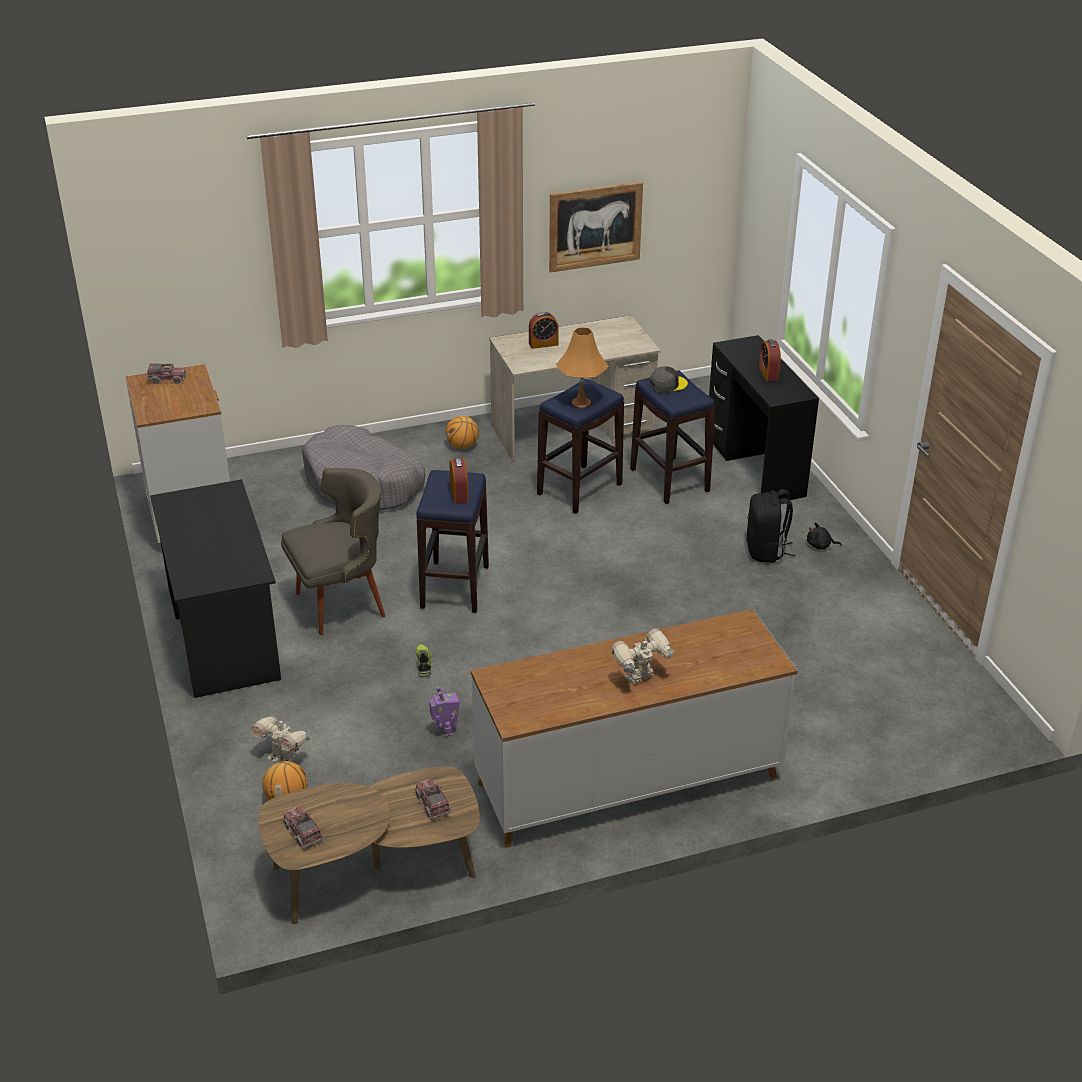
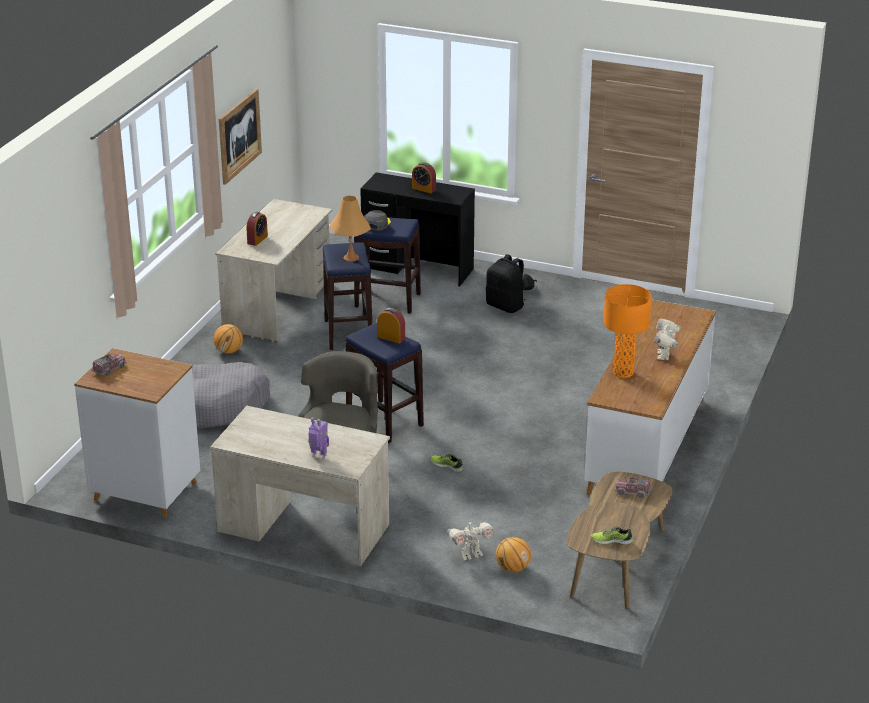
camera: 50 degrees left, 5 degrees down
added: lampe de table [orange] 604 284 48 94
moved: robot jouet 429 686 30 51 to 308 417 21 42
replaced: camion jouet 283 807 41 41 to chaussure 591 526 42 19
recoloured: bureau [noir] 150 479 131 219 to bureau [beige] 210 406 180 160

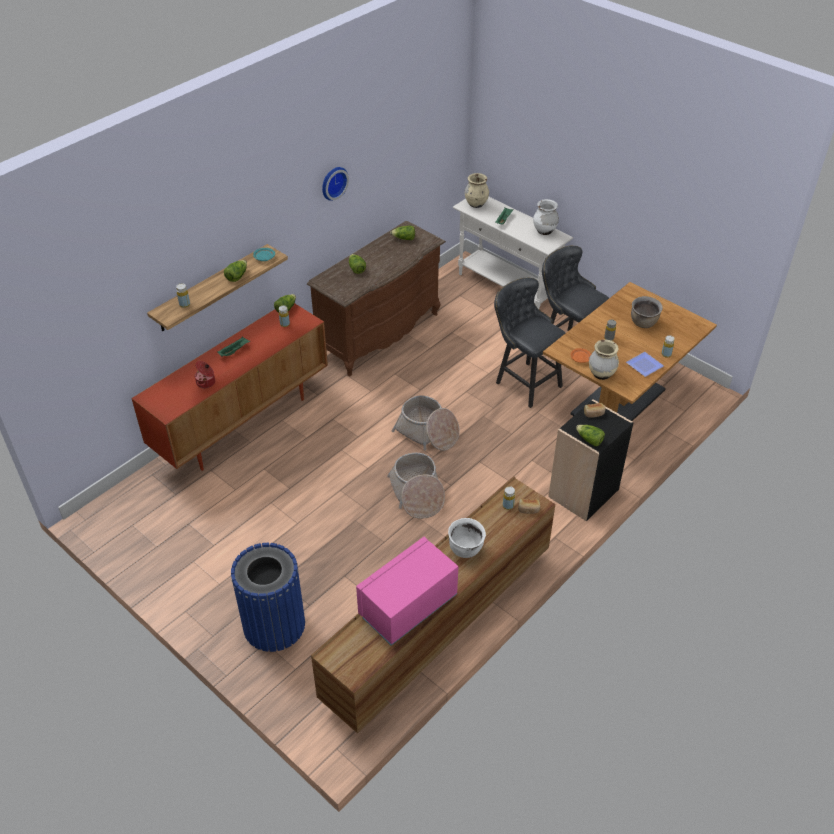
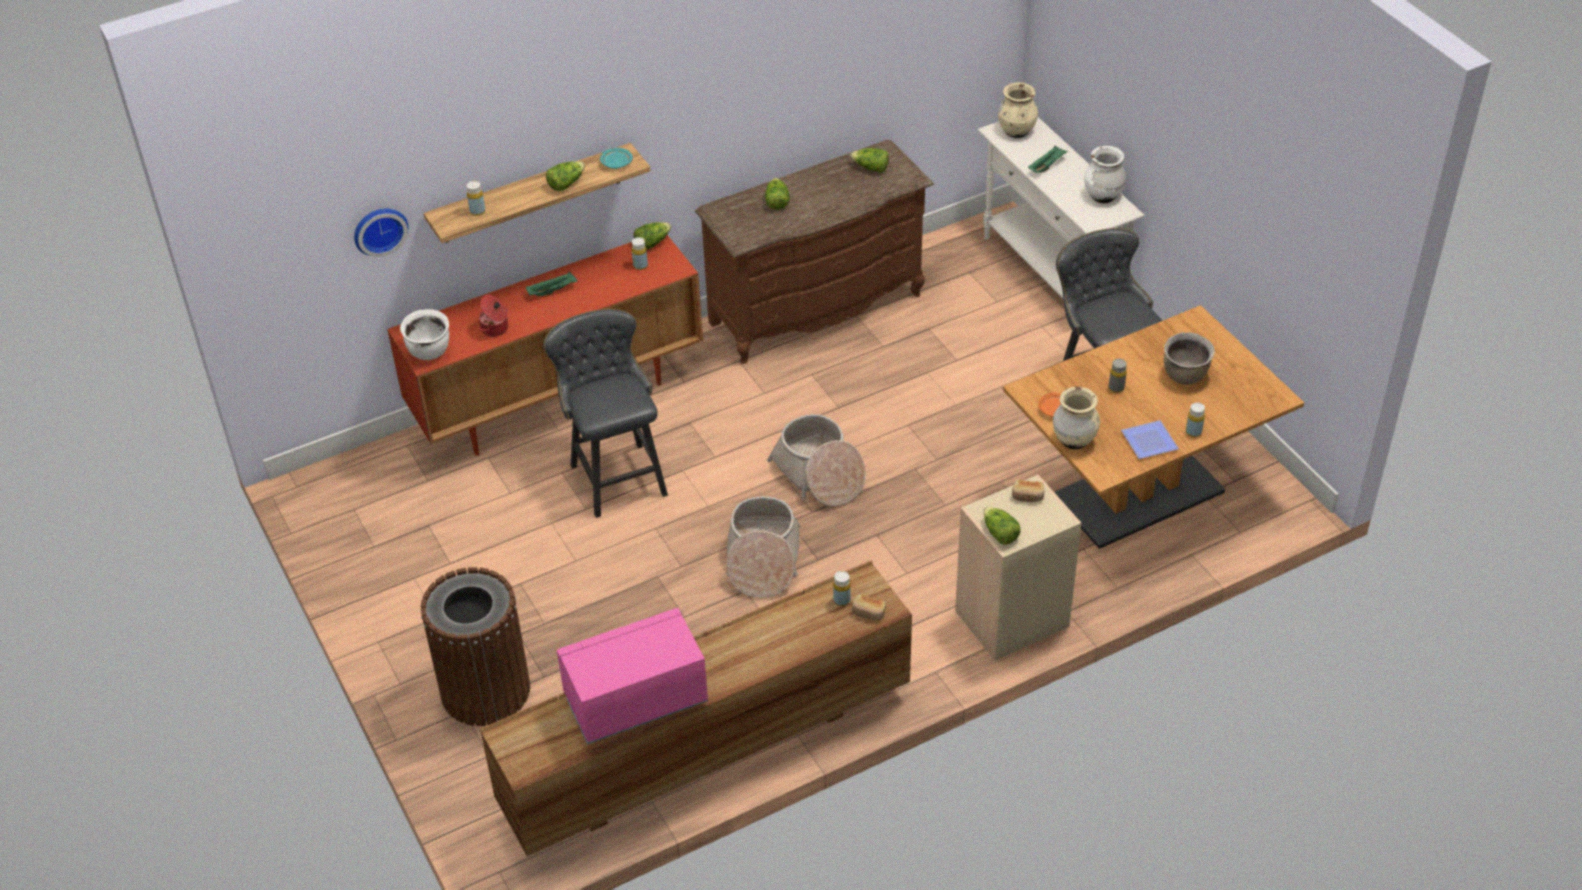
camera: 20 degrees right, 0 degrees up
moved: horloge murale 322 167 27 34 to 354 209 54 48; marmite [blanc] 448 518 38 40 to 400 309 49 51; tabouret [gris] 494 278 71 130 to 543 309 125 209
recoloured: poubelle [bleu] 231 543 74 109 to poubelle [marron] 421 567 109 159; bibliothèque [noir] 548 399 86 122 to bibliothèque [beige] 955 475 126 186

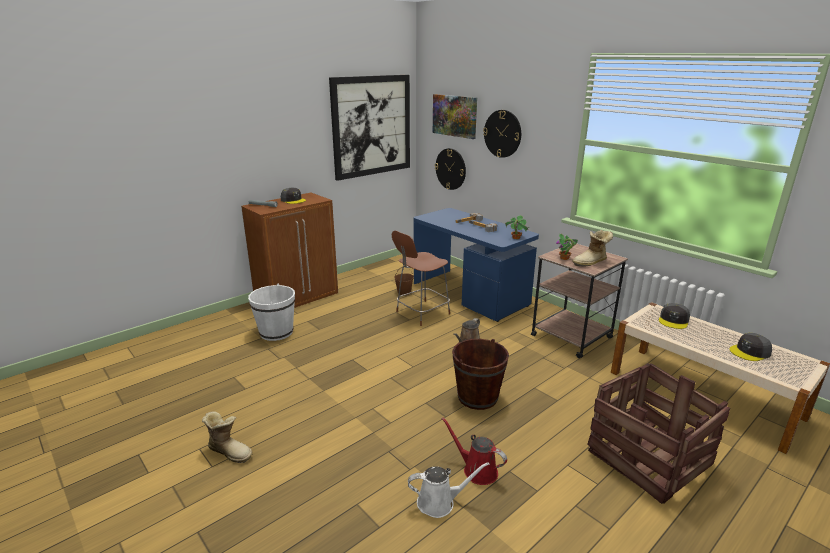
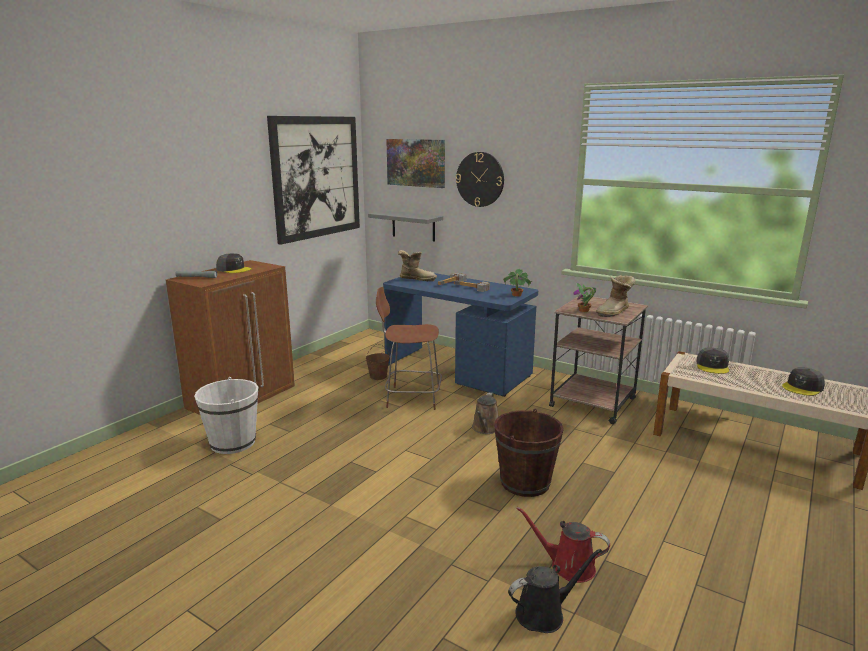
camera: 15 degrees left, 5 degrees down
removed: caisse 588 363 142 141
moved: botte 202 411 51 52 to 398 250 39 31
replaced: horloge murale 435 148 31 42 to étagère [gris] 368 210 75 32
recoloured: arrosoir [blanc] 408 462 81 56 to arrosoir [noir] 508 549 94 84
turned: chaise [marron] 392 231 58 95 = 376 287 66 123 60 degrees clockwise

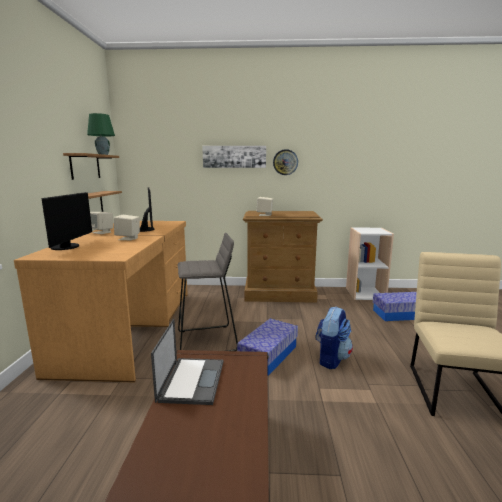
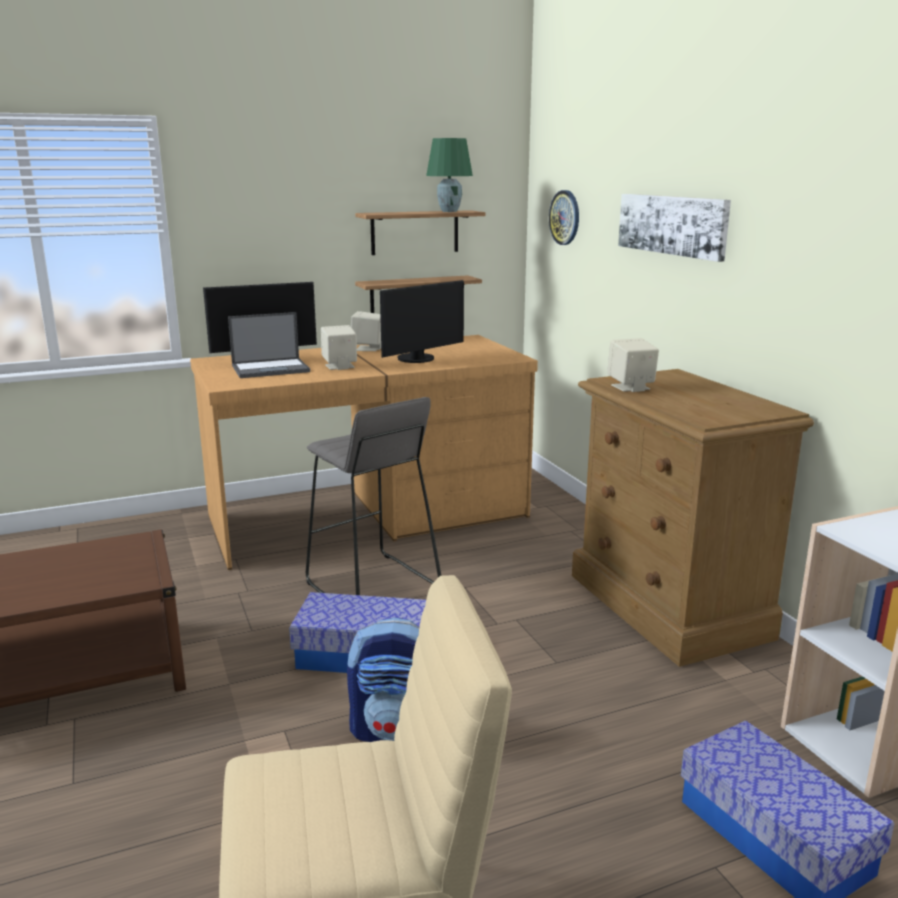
camera: 65 degrees right, 5 degrees up
moved: ordinateur portable 151 319 72 86 to 228 312 82 66; horloge murale 273 149 25 26 to 549 190 30 55

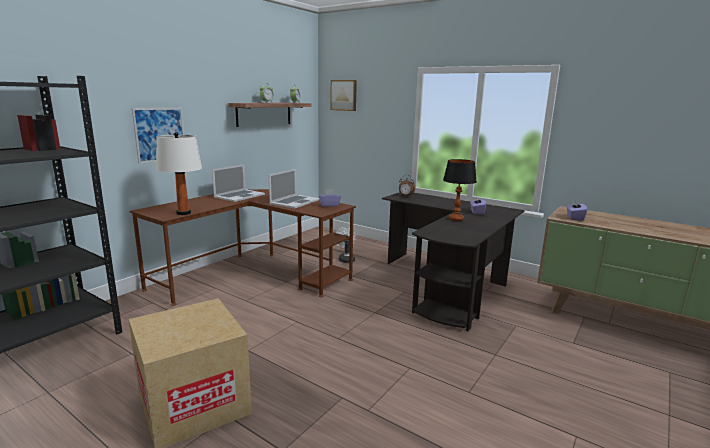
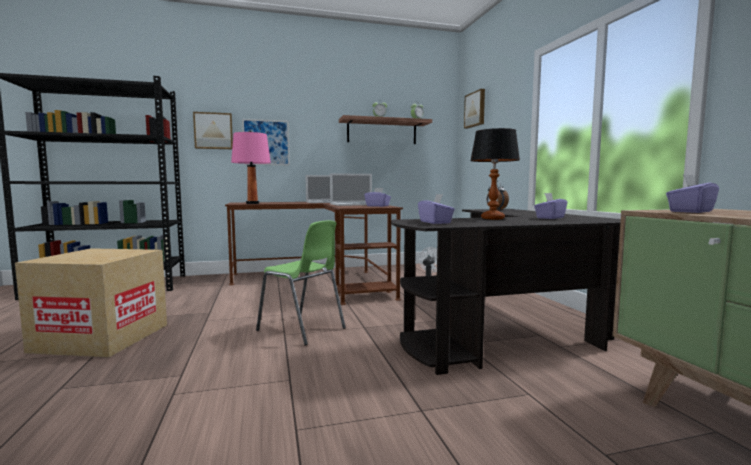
camera: 40 degrees right, 10 degrees down
added: tableau 193 112 40 37; chaise [vert] 256 220 90 125; boîte à mouchoirs [violet] 418 194 37 30
recoloured: lampe de table [blanc] 156 132 46 83 to lampe de table [rose] 231 130 40 74

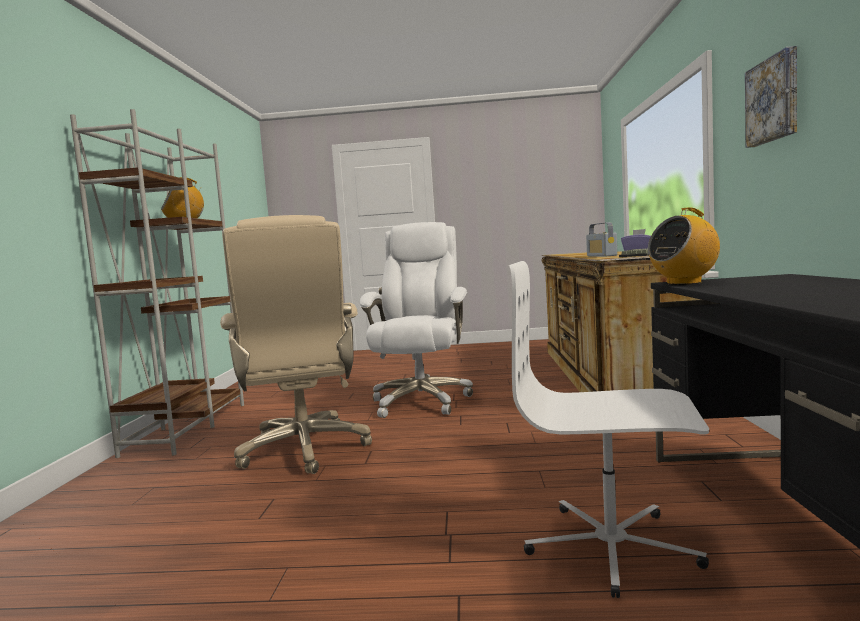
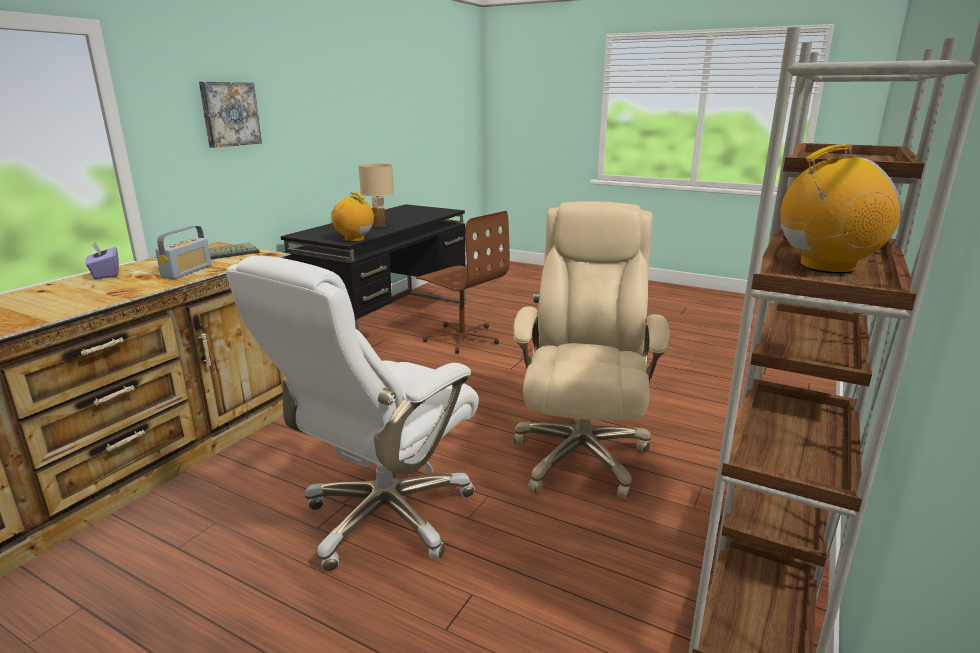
camera: 155 degrees left, 15 degrees up
added: lampe de table [beige] 359 163 35 64
recoloured: chaise de bureau [blanc] 509 261 200 337 to chaise de bureau [marron] 416 211 94 143
turned: radio 648 207 72 78 = 331 192 45 50 150 degrees counterclockwise

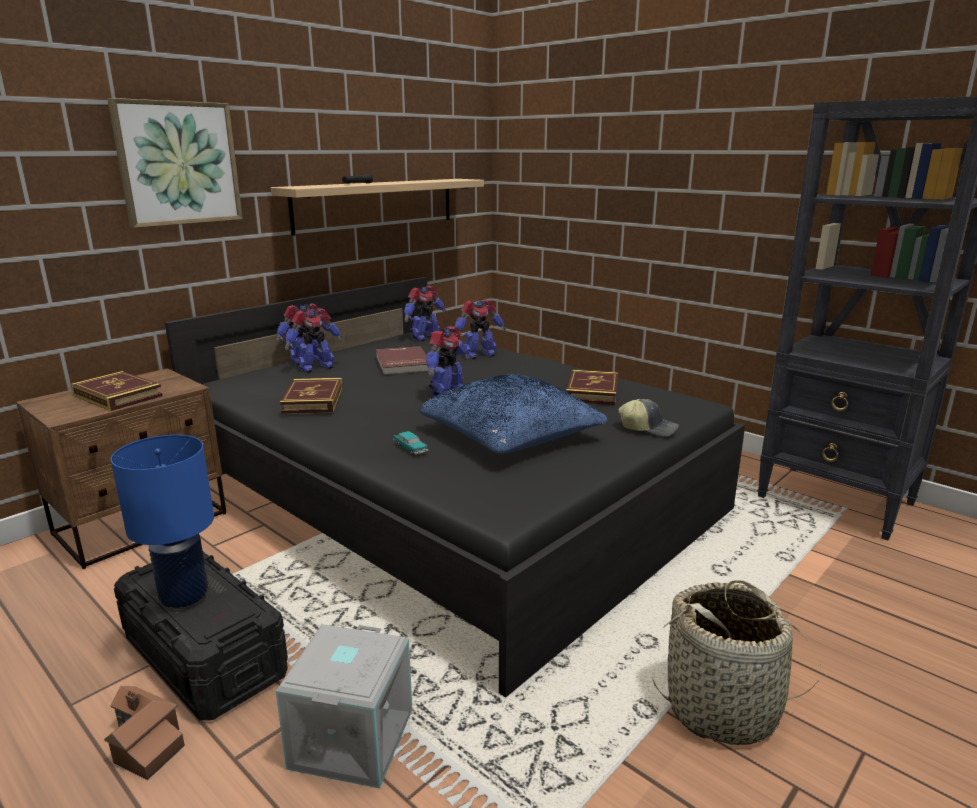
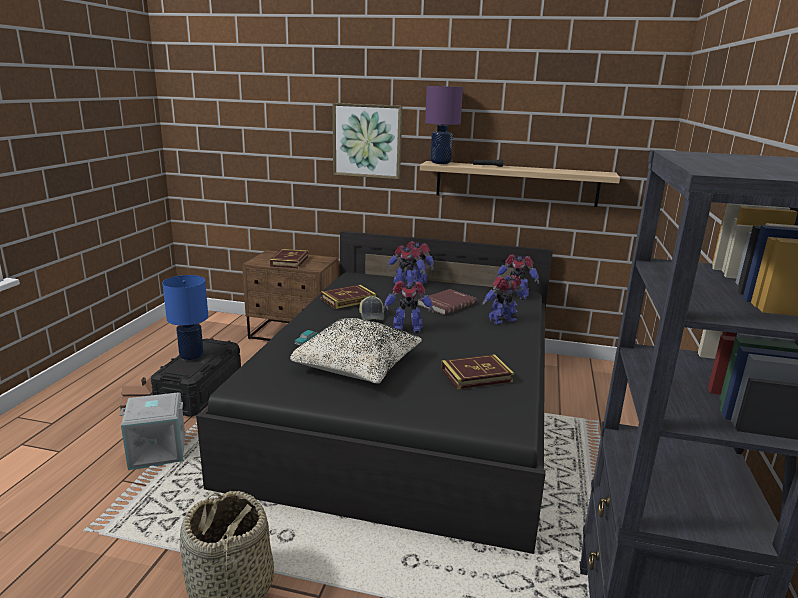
camera: 60 degrees right, 0 degrees up
added: lampe de table [violet] 425 85 38 79
moved: casquette 619 399 60 38 to 359 296 25 24
recoloured: coussin [bleu] 419 374 189 80 to coussin [beige] 290 318 132 66
turned: robot jouet 455 299 51 60 = 482 275 43 49 120 degrees clockwise

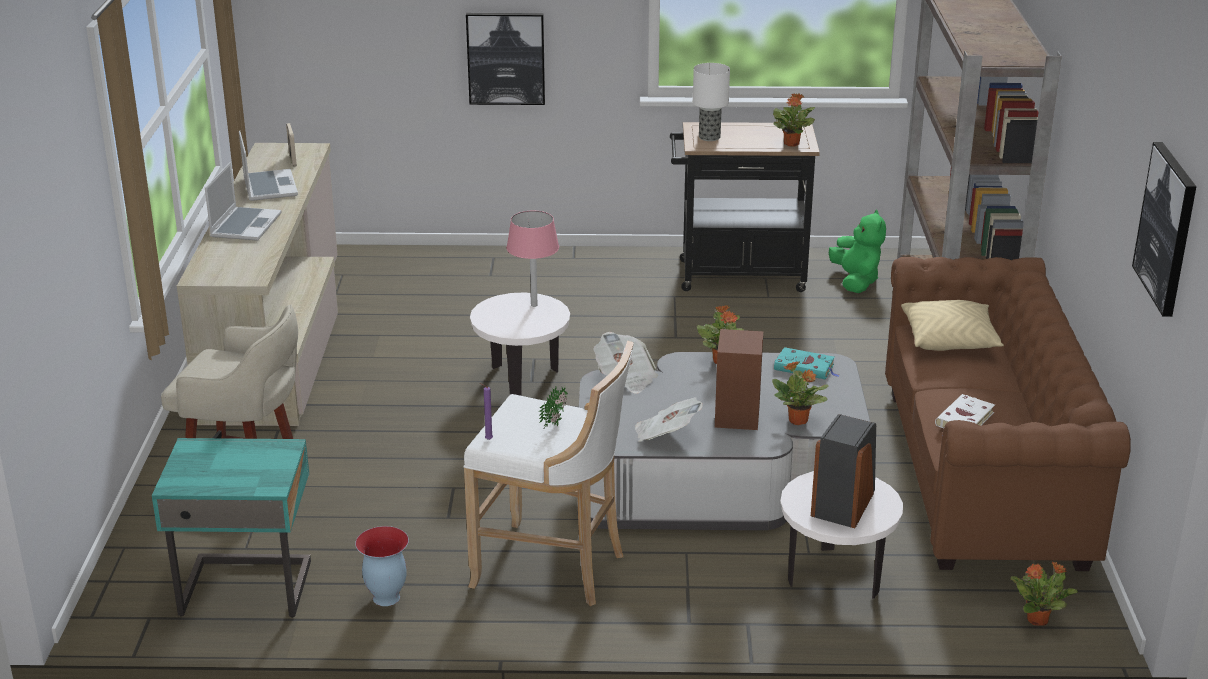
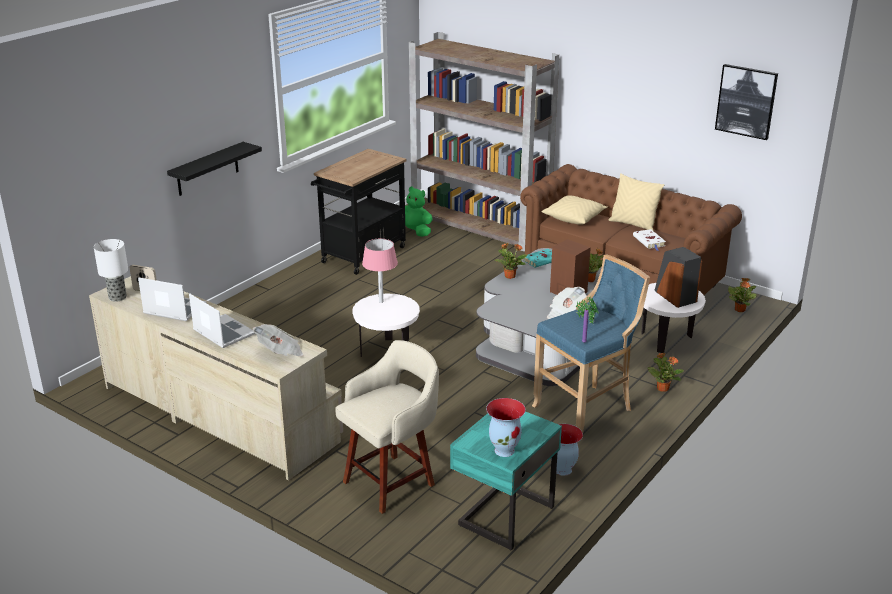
camera: 55 degrees left, 0 degrees up
added: vase 486 398 40 59; coussin [beige] 609 173 55 58
moved: lampe de table 693 63 37 78 to 94 239 34 63; journal 594 332 64 62 to 253 324 51 33; plante en pot 773 93 42 54 to 647 353 37 39
replaced: tableau 466 13 79 92 to étagère [noir] 167 142 95 54
recoloured: tabouret [blanc] 463 341 171 265 to tabouret [bleu] 532 254 118 186

